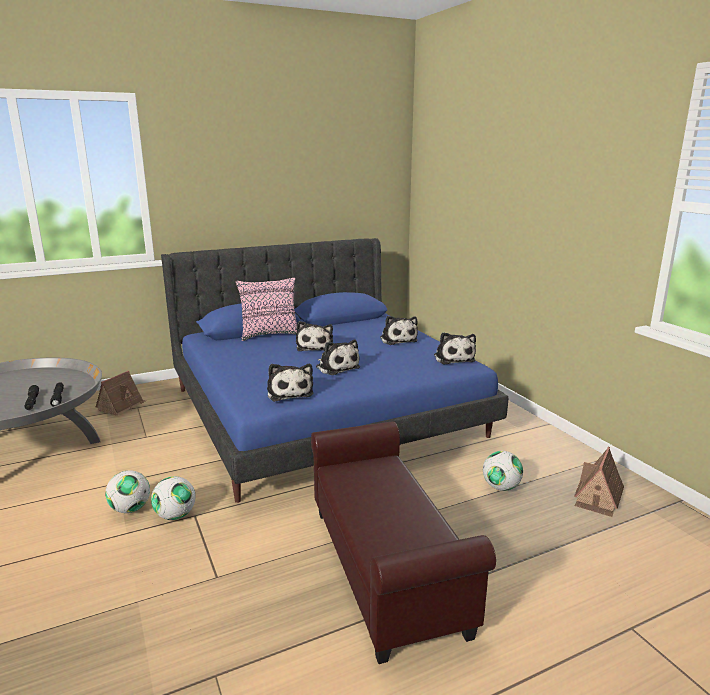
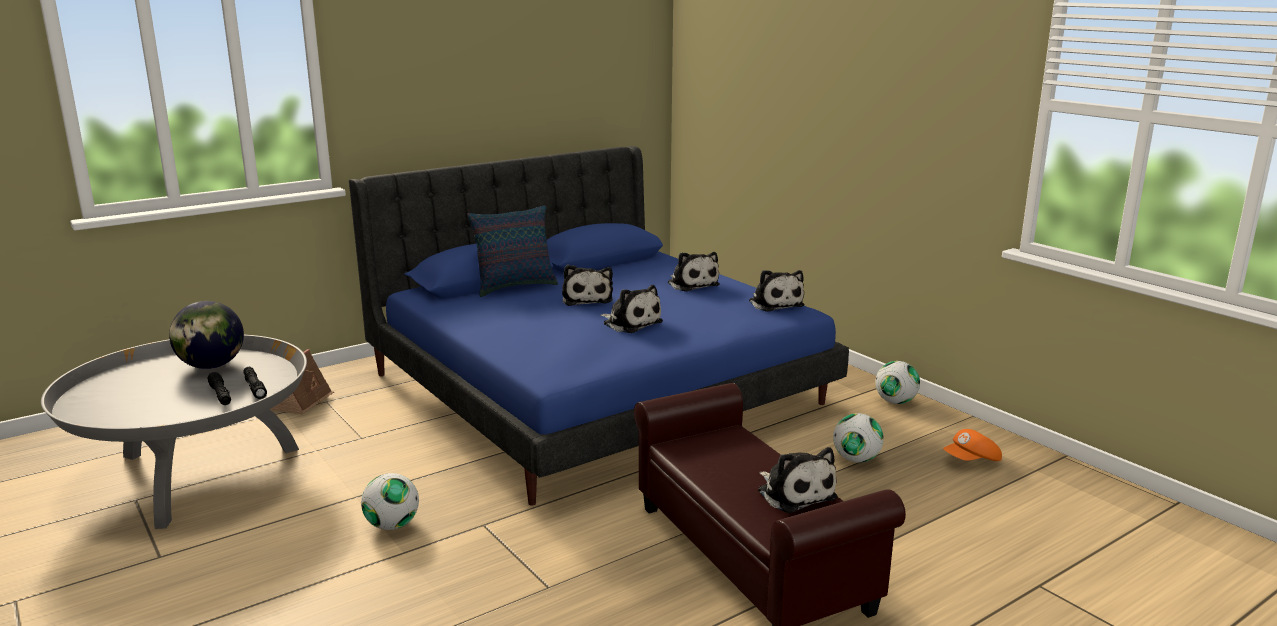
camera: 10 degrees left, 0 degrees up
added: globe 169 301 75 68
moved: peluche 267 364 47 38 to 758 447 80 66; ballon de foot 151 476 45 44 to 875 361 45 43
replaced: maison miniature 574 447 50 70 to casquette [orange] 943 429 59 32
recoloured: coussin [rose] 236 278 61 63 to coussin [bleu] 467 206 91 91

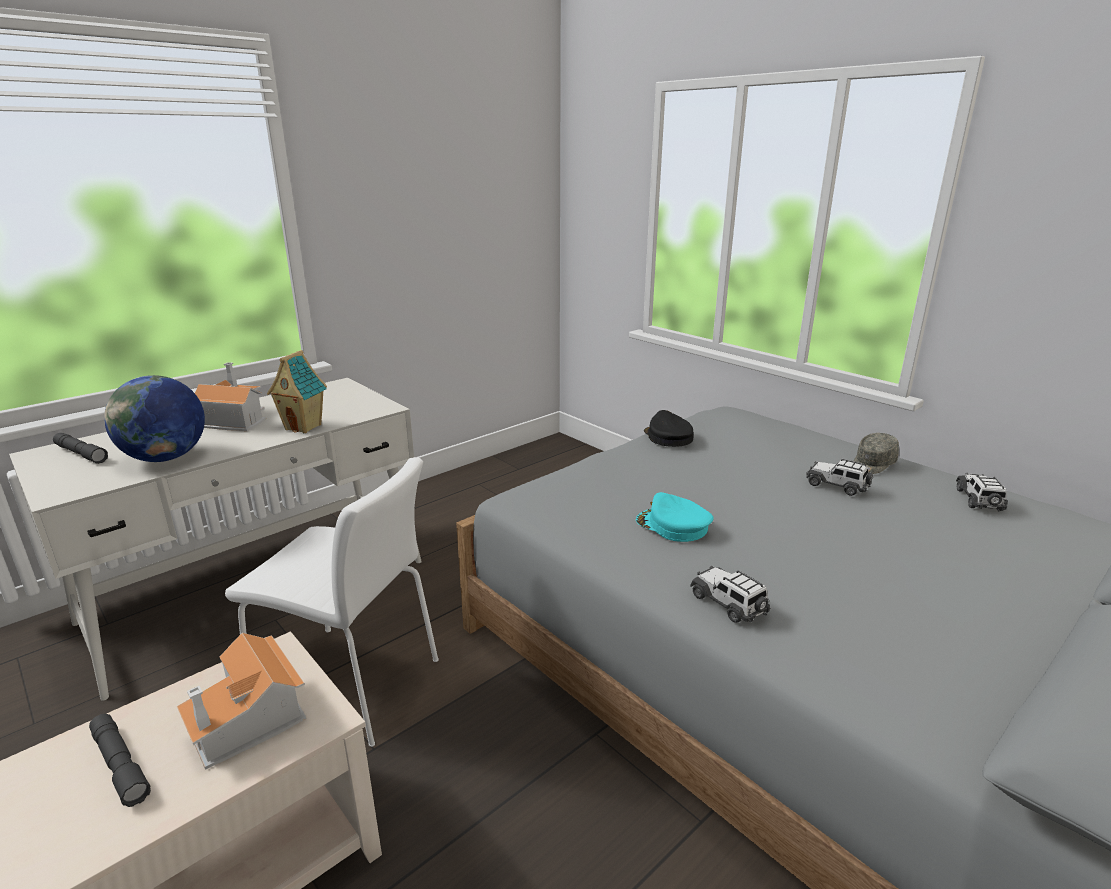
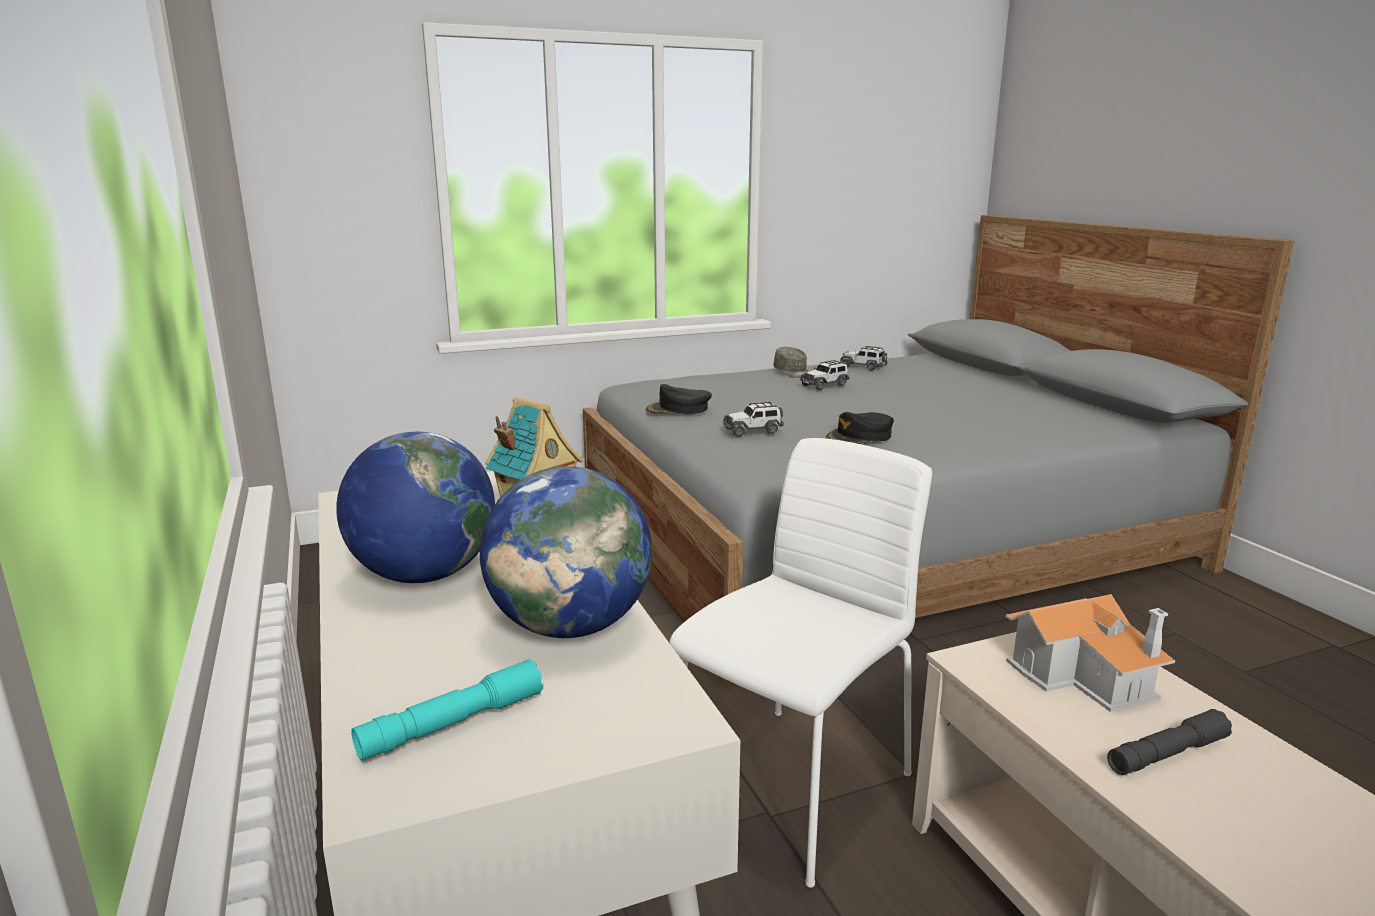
camera: 70 degrees left, 5 degrees down
moved: petite voiture 690 565 80 58 to 723 401 61 36
replaced: maison miniature 195 362 71 69 to globe 336 432 159 151
recoloured: lampe de poche [gris] 53 433 55 31 to lampe de poche [turquoise] 351 659 192 102; casquette [turquoise] 636 492 78 50 to casquette [noir] 826 412 68 32

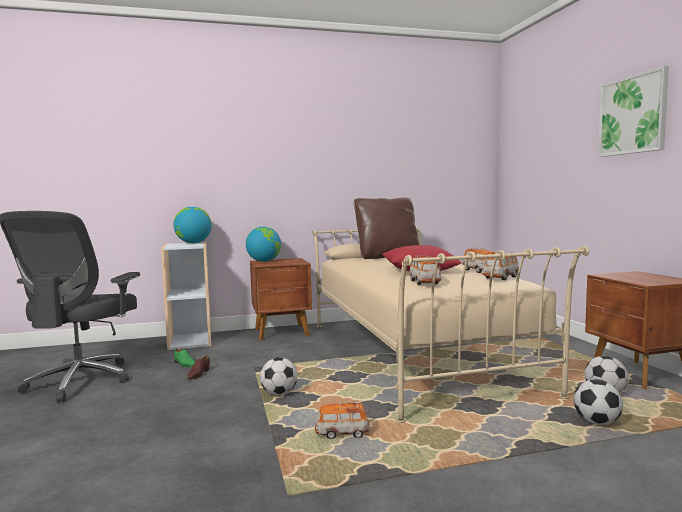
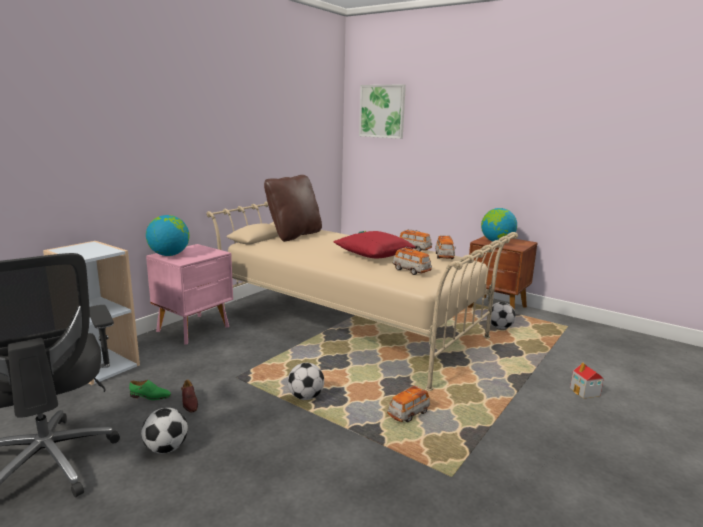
camera: 40 degrees left, 10 degrees up
added: maison miniature 570 362 34 37
moved: ballon de foot 574 379 49 46 to 141 408 47 46; tableau 598 66 71 91 to 359 84 47 55; globe 173 207 39 36 to 481 208 36 34
recoloured: table de chevet [marron] 250 258 62 83 to table de chevet [rose] 146 244 87 100

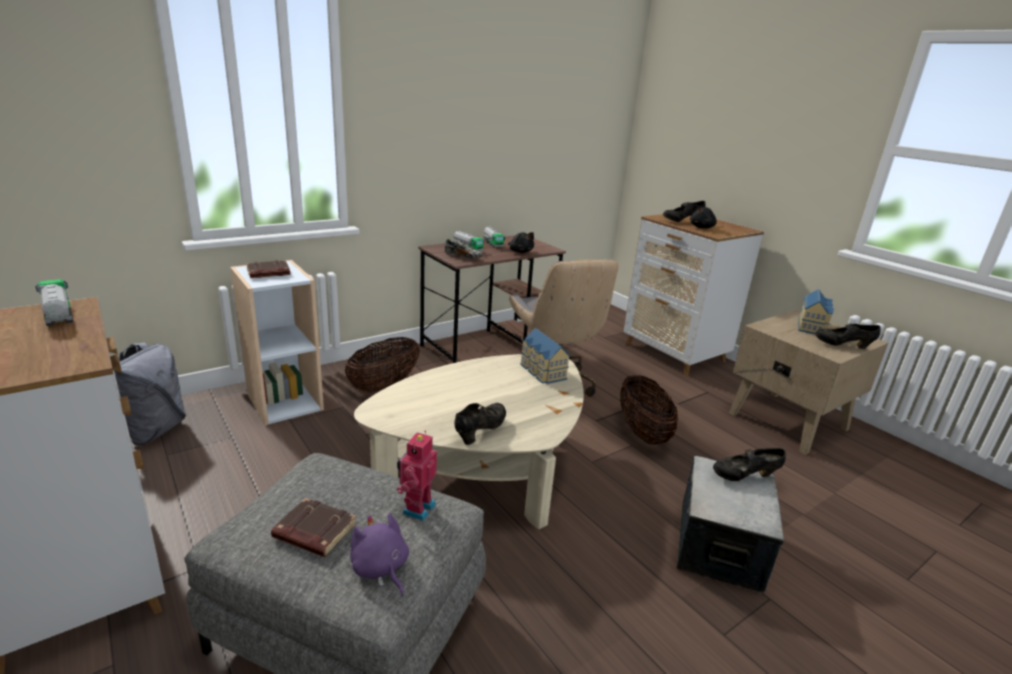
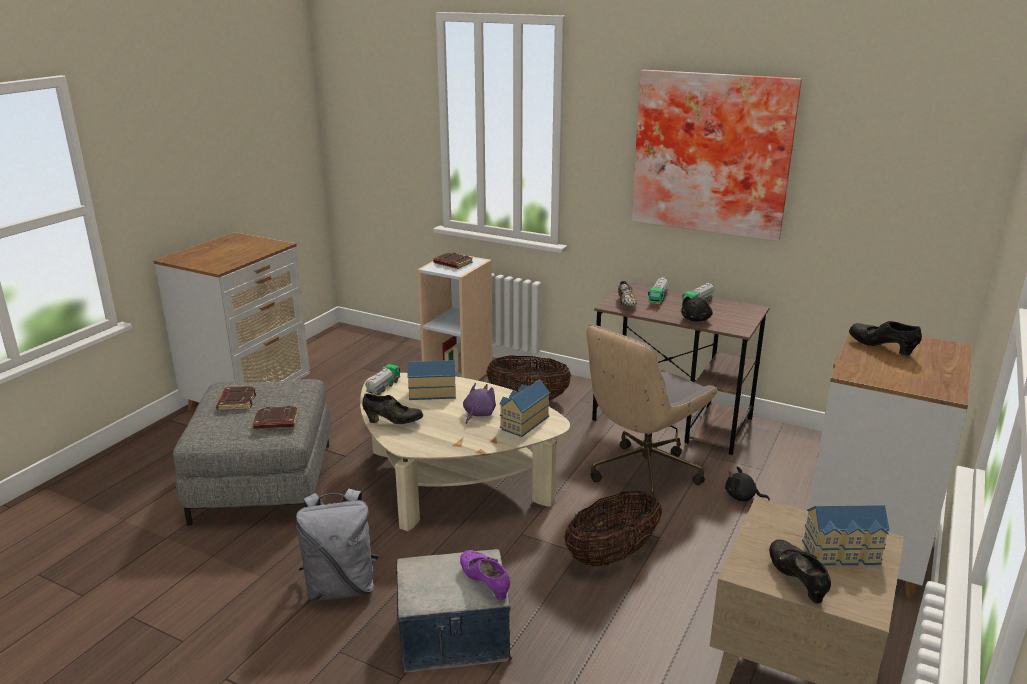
camera: 65 degrees right, 0 degrees up
added: maison miniature 407 360 49 40; tableau 632 70 170 171
moved: sac à dos [gris] 111 343 75 103 to 296 489 83 112; camion jouet 35 279 38 47 to 365 364 35 31; peluche [violet] 350 513 59 83 to 463 383 33 41; peluche [noir] 690 205 27 23 to 725 466 45 36
replaced: robot jouet 397 431 40 90 to livre [marron] 253 406 46 23
recoloured: chaussure [noir] 713 448 73 33 to chaussure [violet] 460 550 50 50

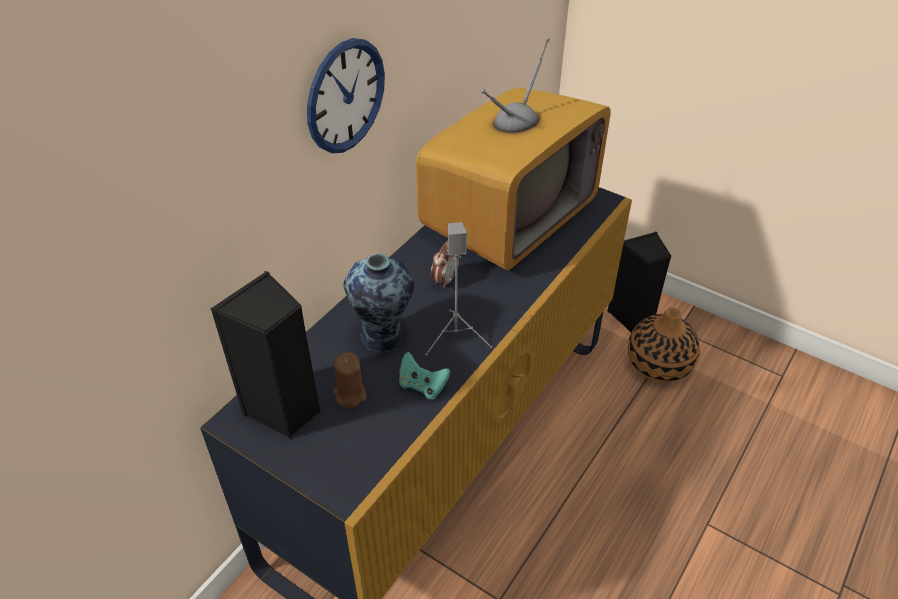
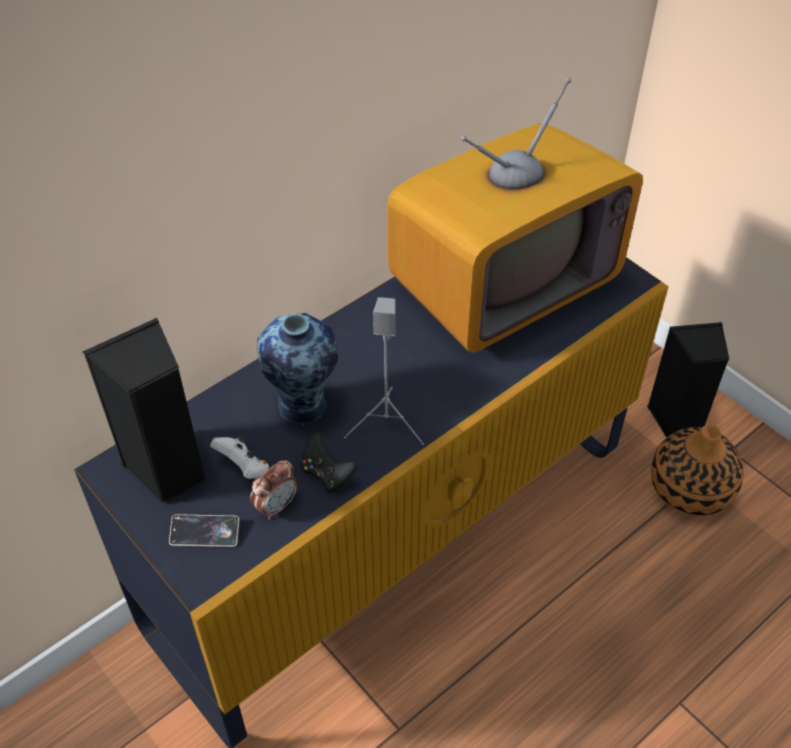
camera: 15 degrees right, 5 degrees up
removed: horloge murale 307 38 78 115
added: téléphone 169 514 70 33
moved: réveil 431 241 28 48 to 250 460 47 60
replaced: bougie [marron] 333 352 34 56 to manette [blanc] 210 436 59 43
recoloured: manette [turquoise] 399 352 51 47 to manette [noir] 301 432 57 61

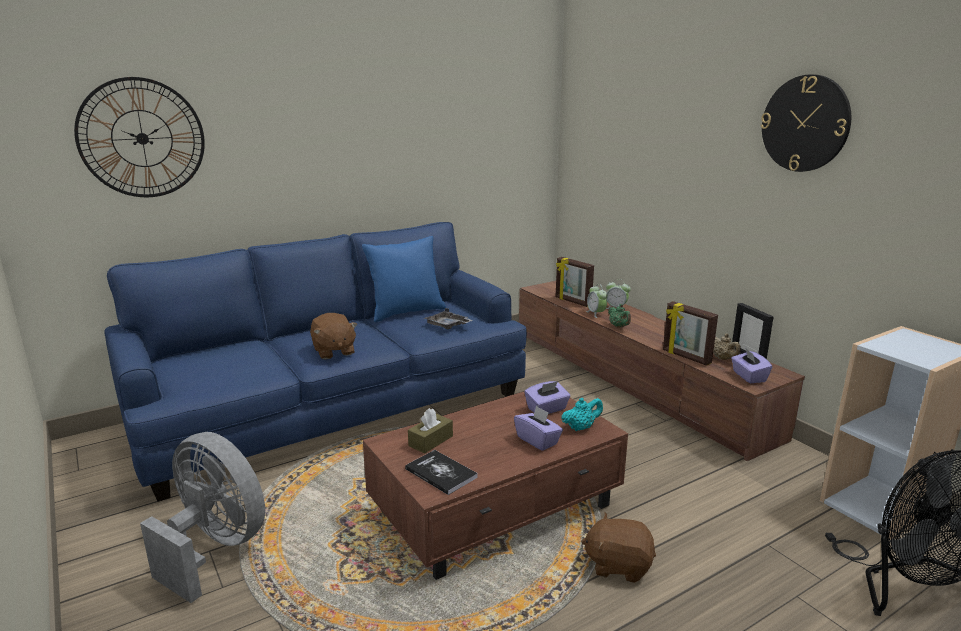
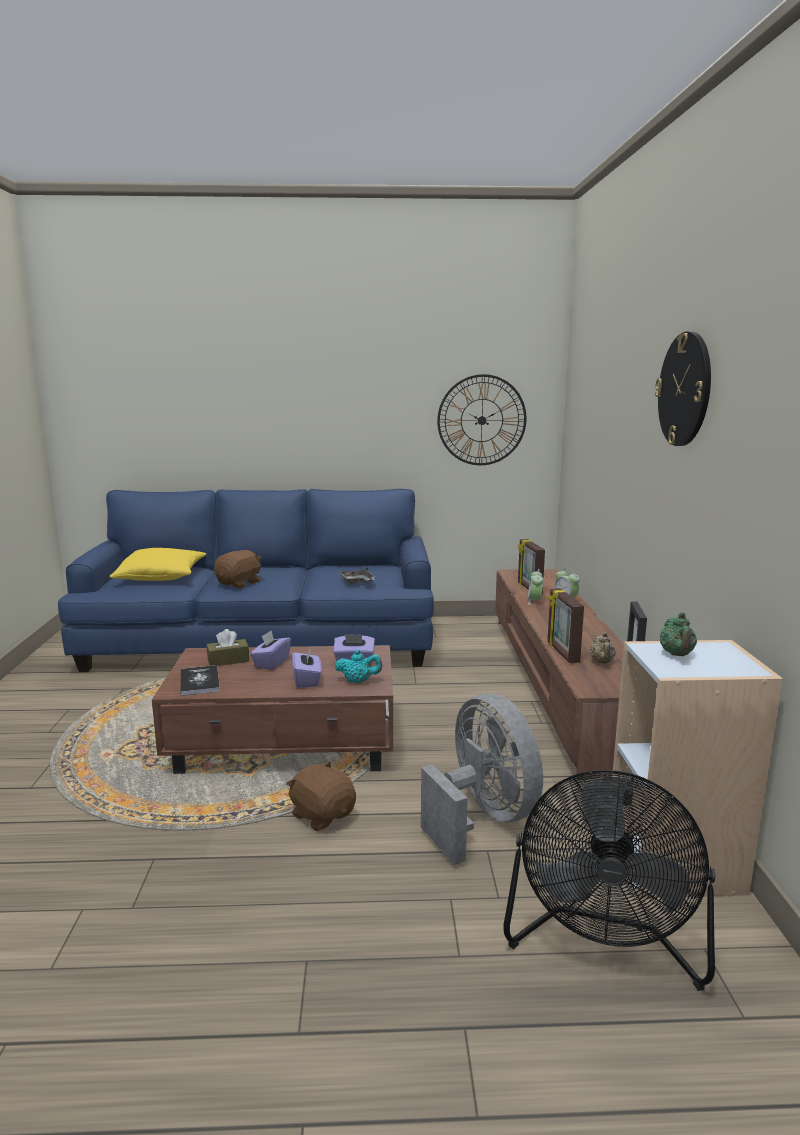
camera: 30 degrees right, 5 degrees down
removed: coussin [bleu] 362 236 84 86
added: coussin [jaune] 109 548 97 33
moved: boîte à mouchoirs [violet] 731 349 41 34 to 250 631 41 39; ventilateur [gris] 140 432 125 171 to 421 694 122 171; horloge murale 74 77 131 120 to 437 374 89 91; théière [vert] 608 304 23 24 to 660 612 37 44
turned: peluche [marron] 310 313 48 46 = 214 550 47 38 150 degrees counterclockwise

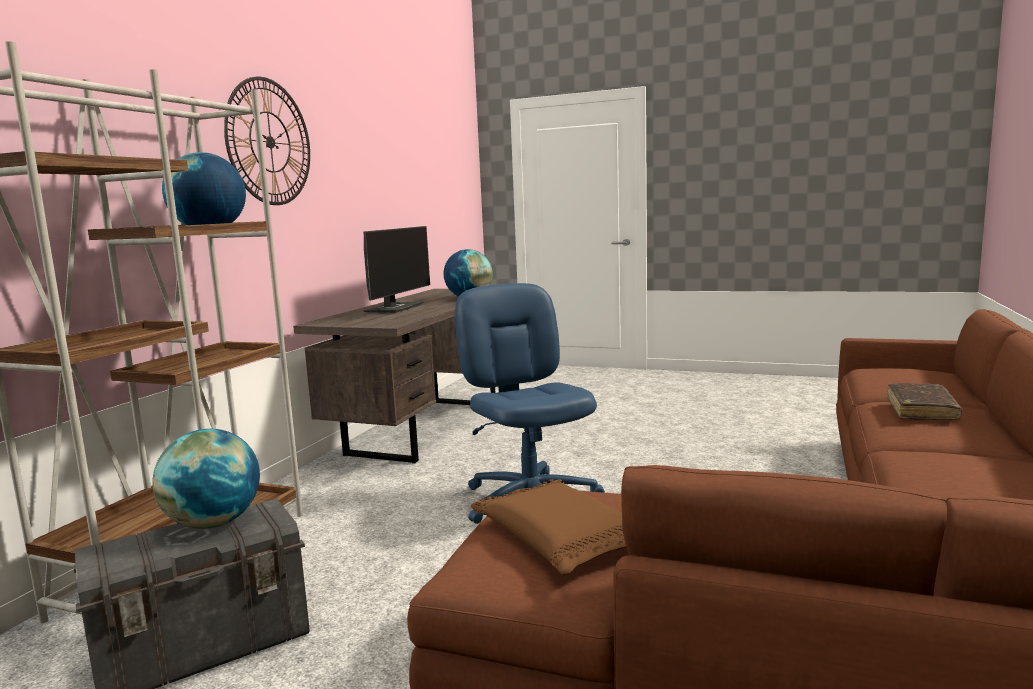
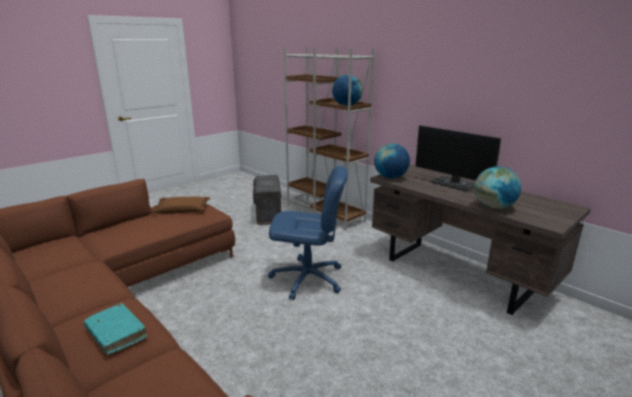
camera: 115 degrees right, 10 degrees up
removed: horloge murale 224 77 86 128
moved: globe 152 429 108 100 to 374 143 36 36
recoloured: livre [marron] 887 383 75 37 to livre [turquoise] 84 303 63 51

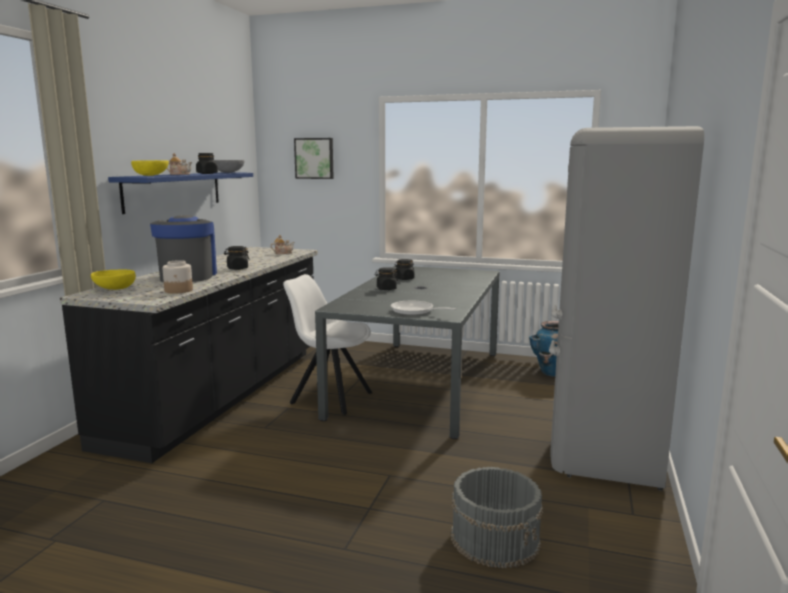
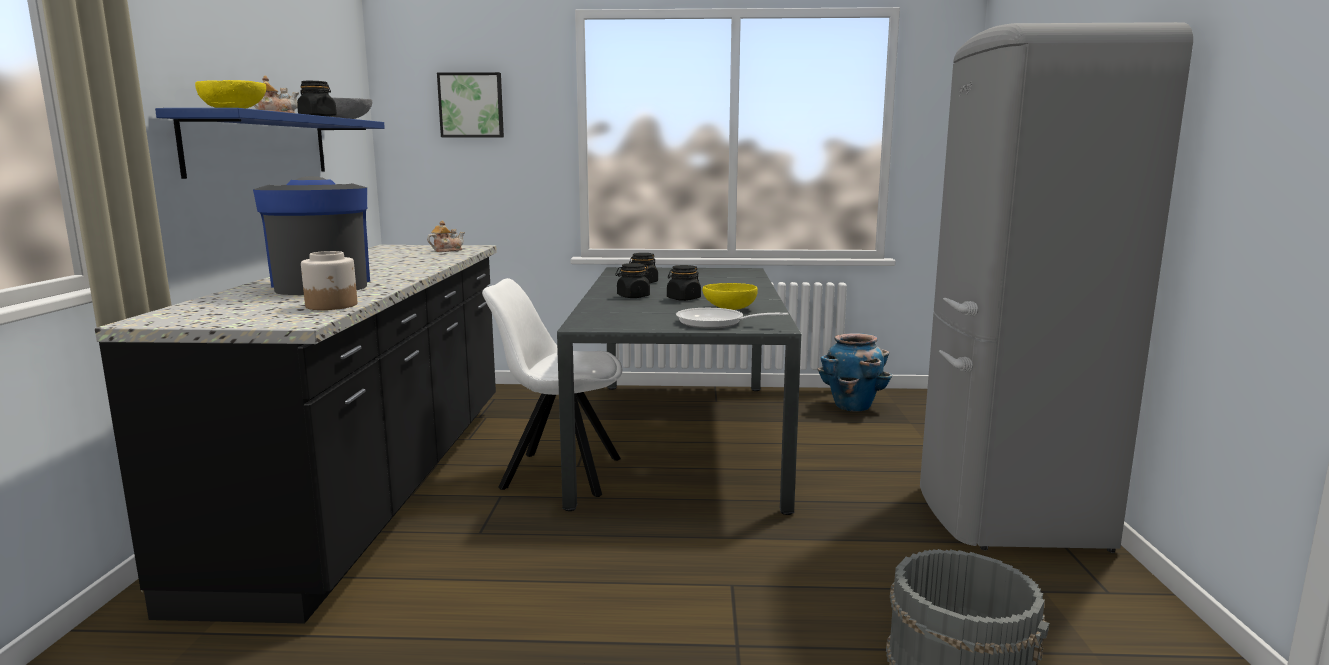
camera: 15 degrees left, 0 degrees up
moved: bocal [noir] 224 246 26 24 to 667 265 34 36; bol [jaune] 91 270 45 20 to 702 283 56 27

